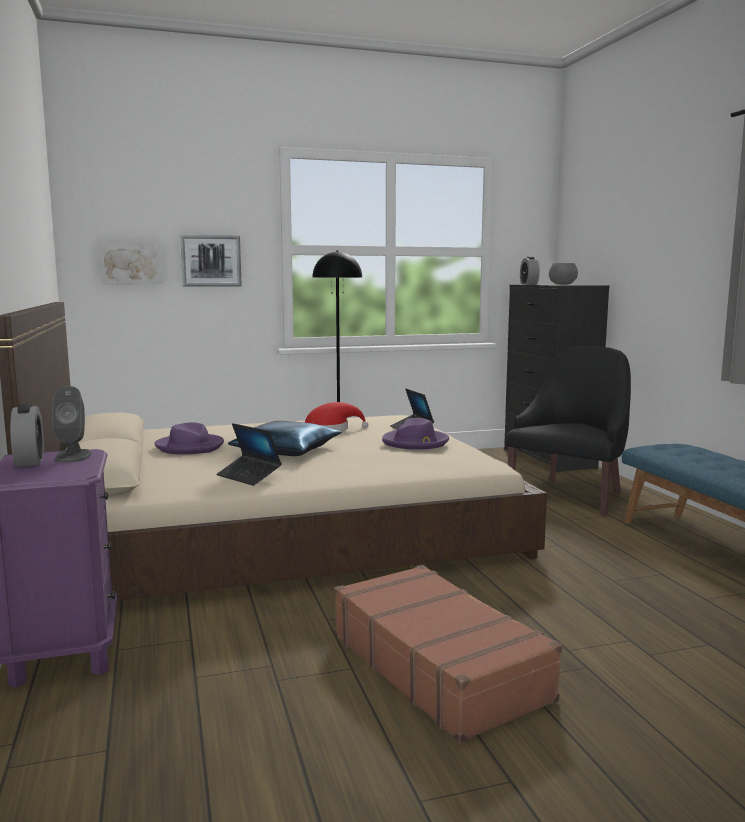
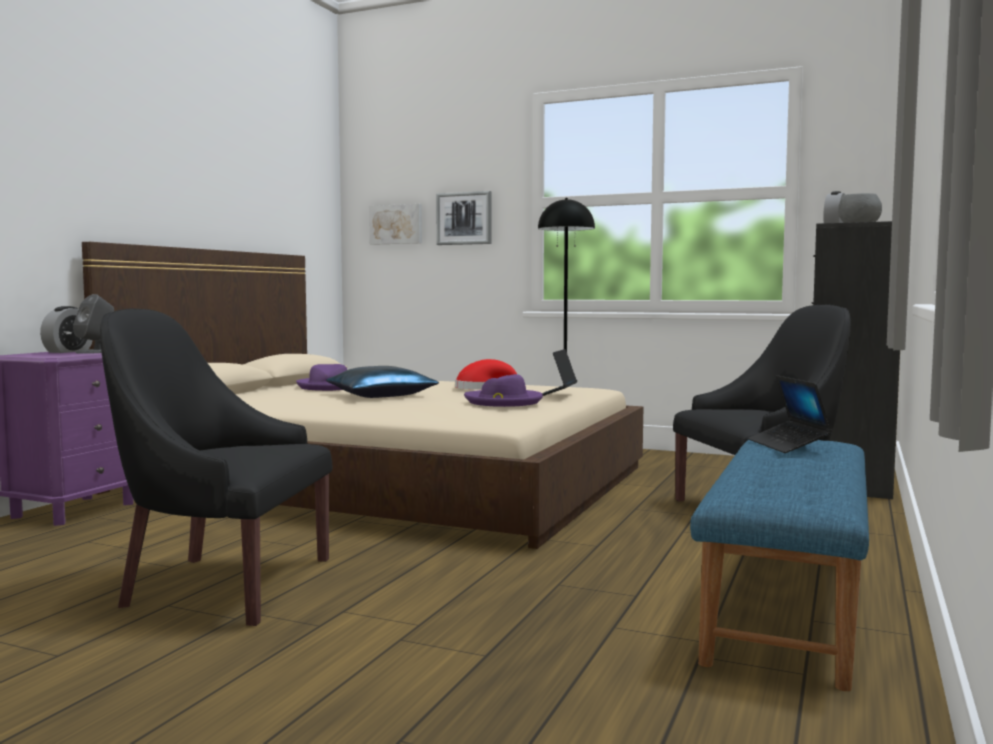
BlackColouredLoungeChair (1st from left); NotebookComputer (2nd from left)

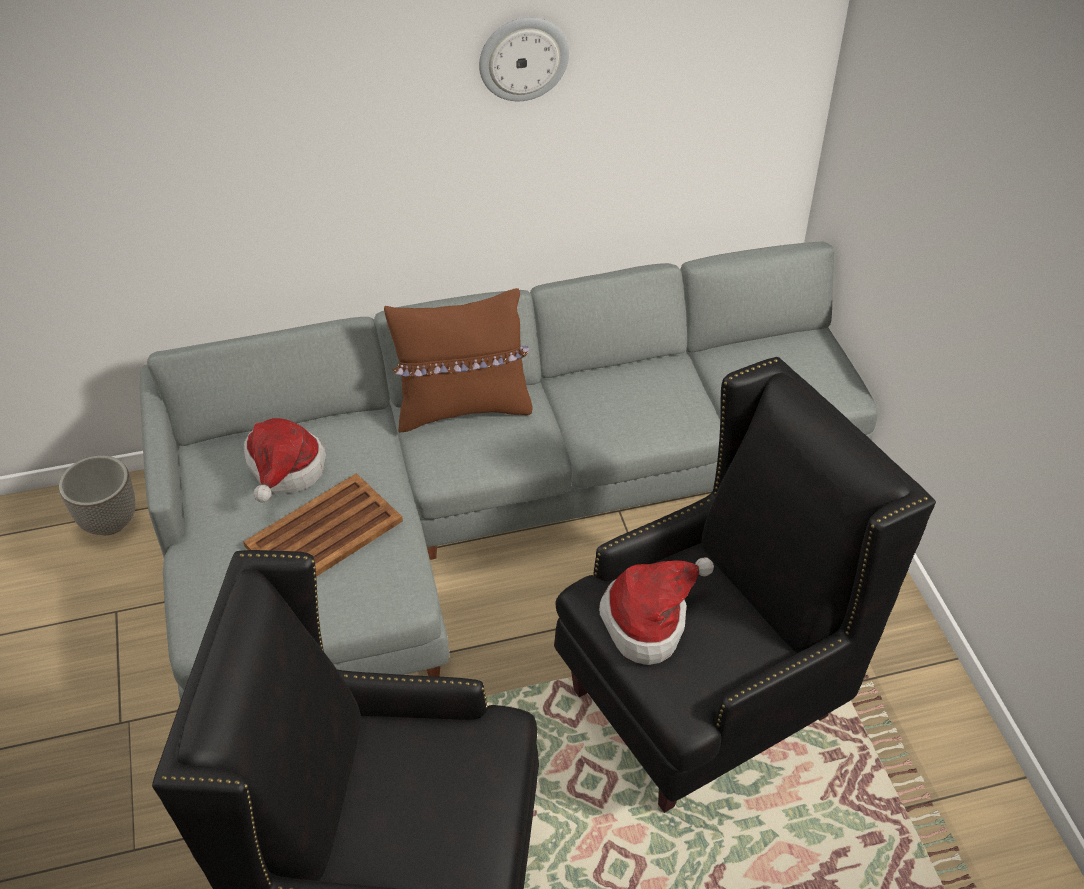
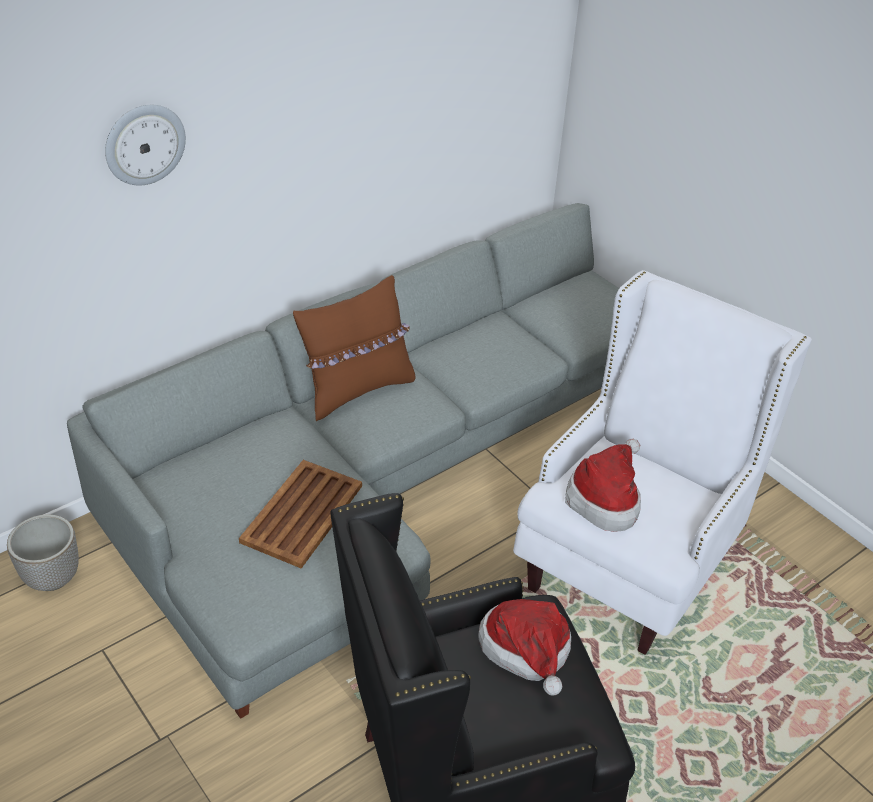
WallClock; Hat (1st from left); WhitishLoungeChair

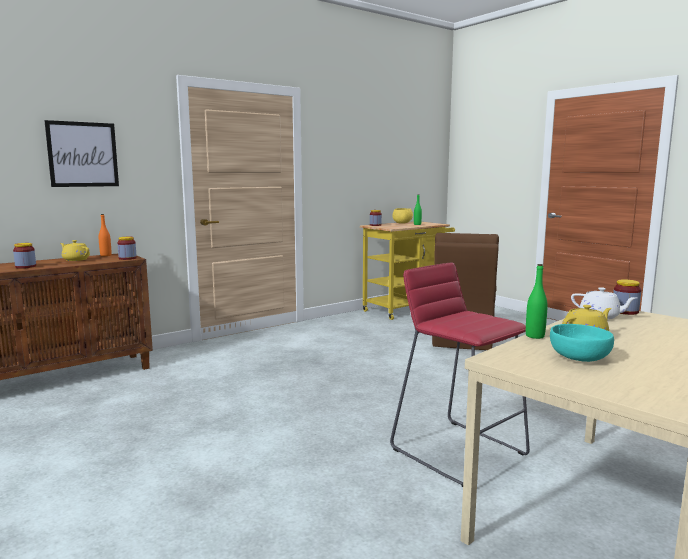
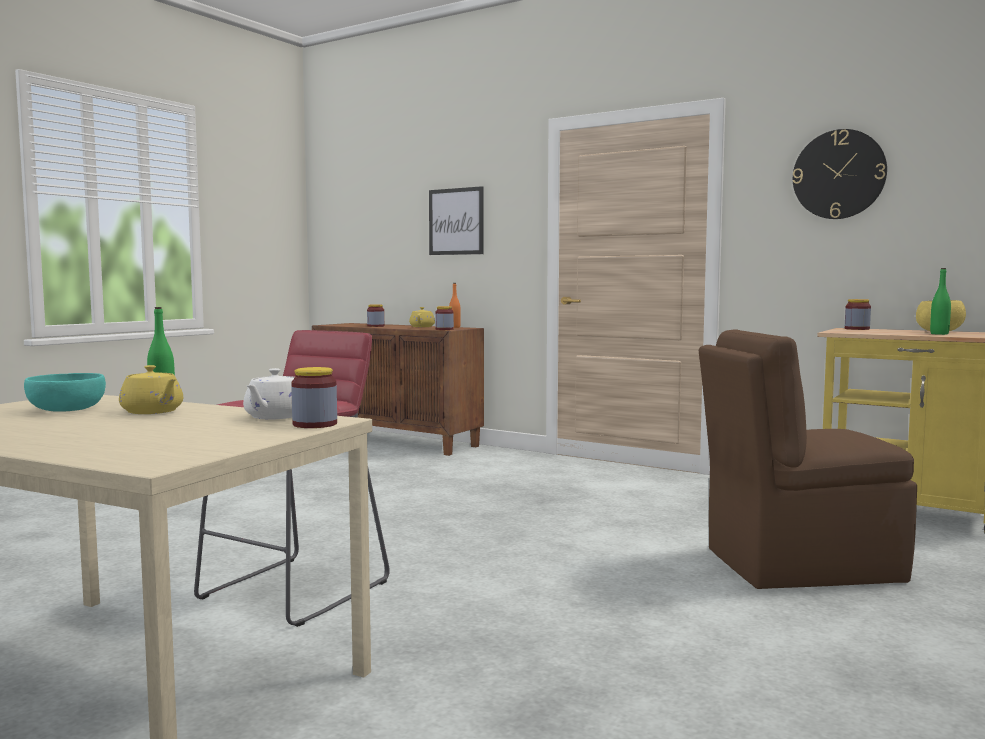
WallClock

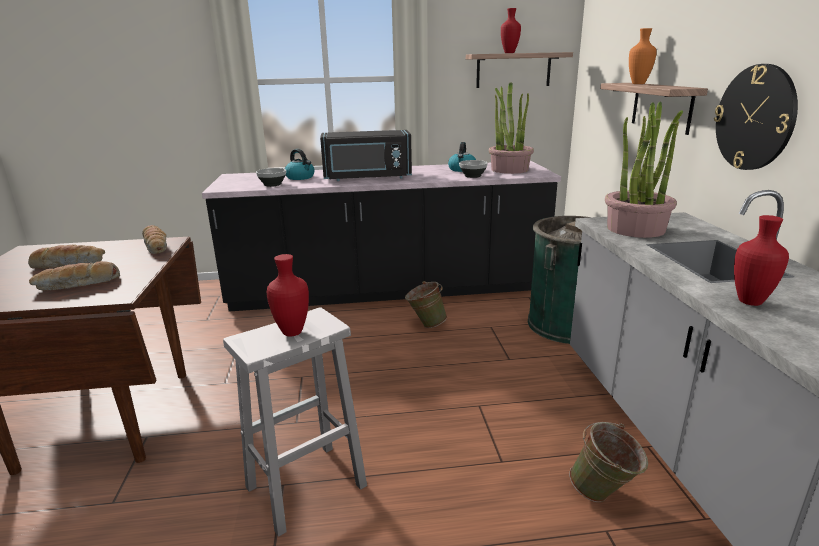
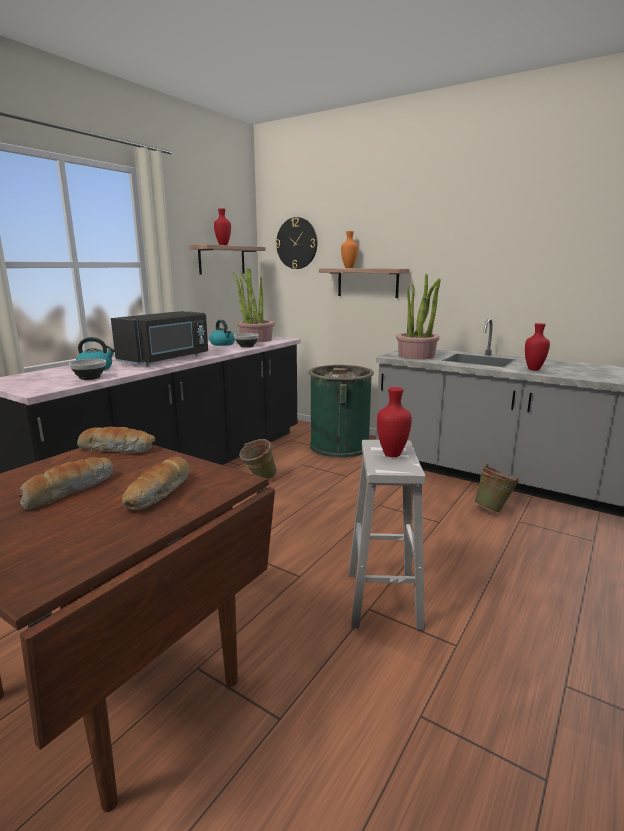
WallClock

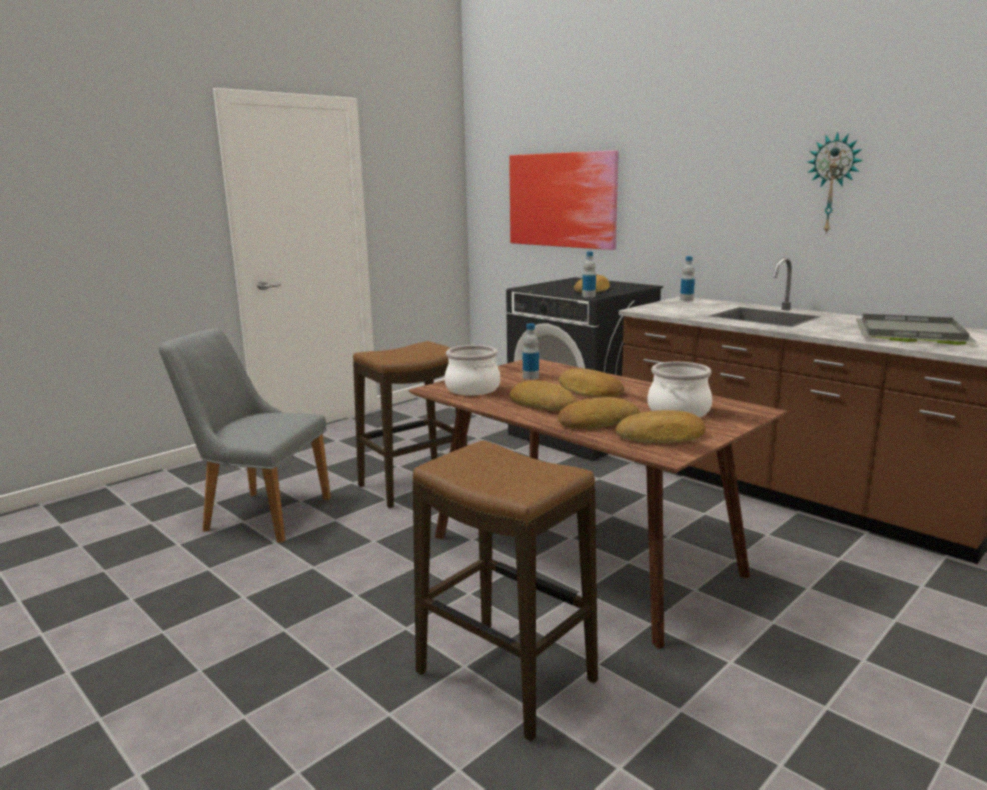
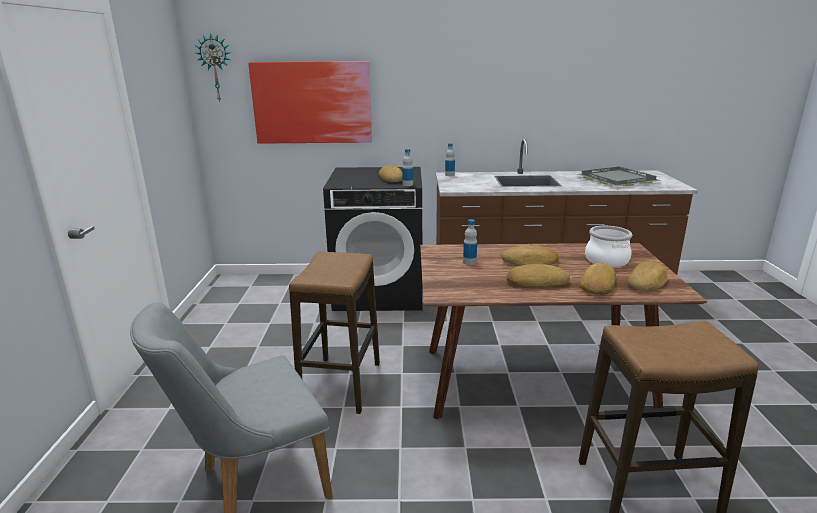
WallClock; CookingPot (1st from left in the first image)

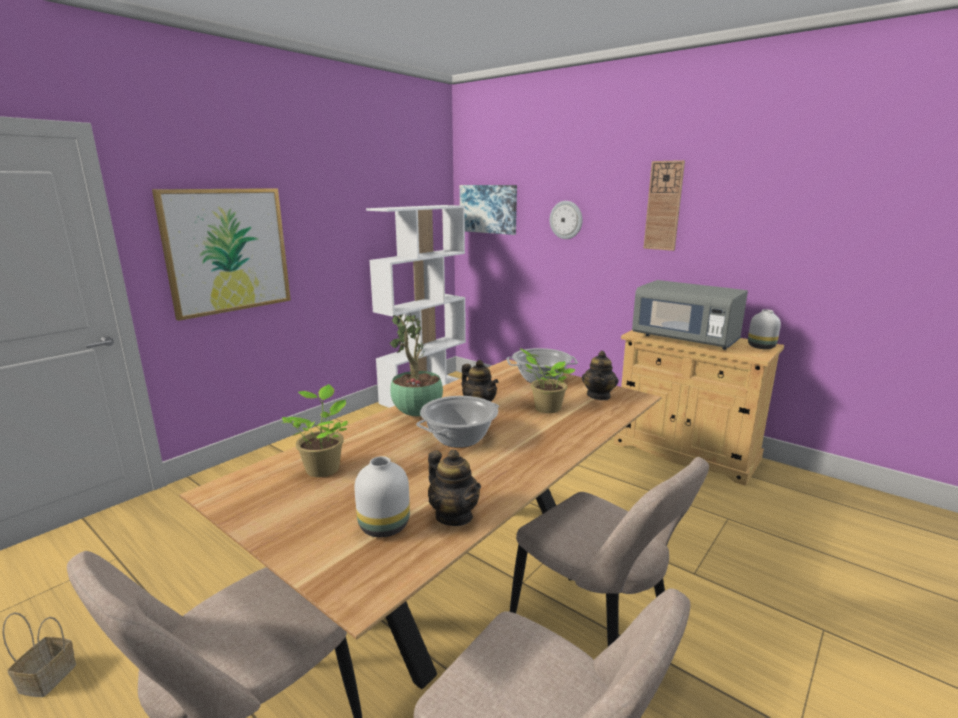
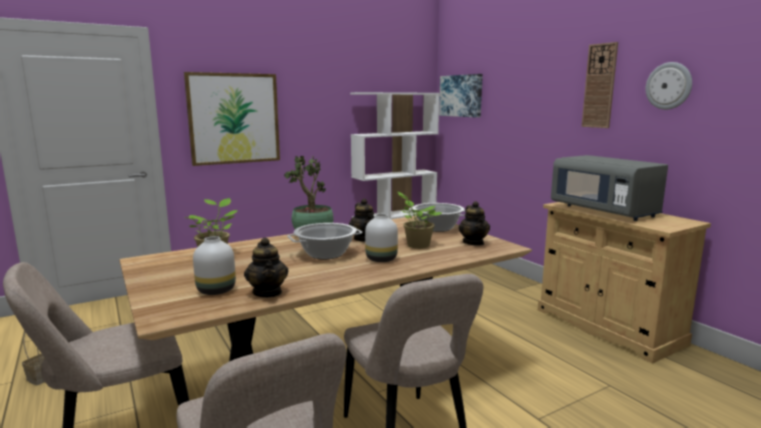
WhitishDecorativeVase (2nd from left); Teapot (3rd from left); WallClock (2nd from left)

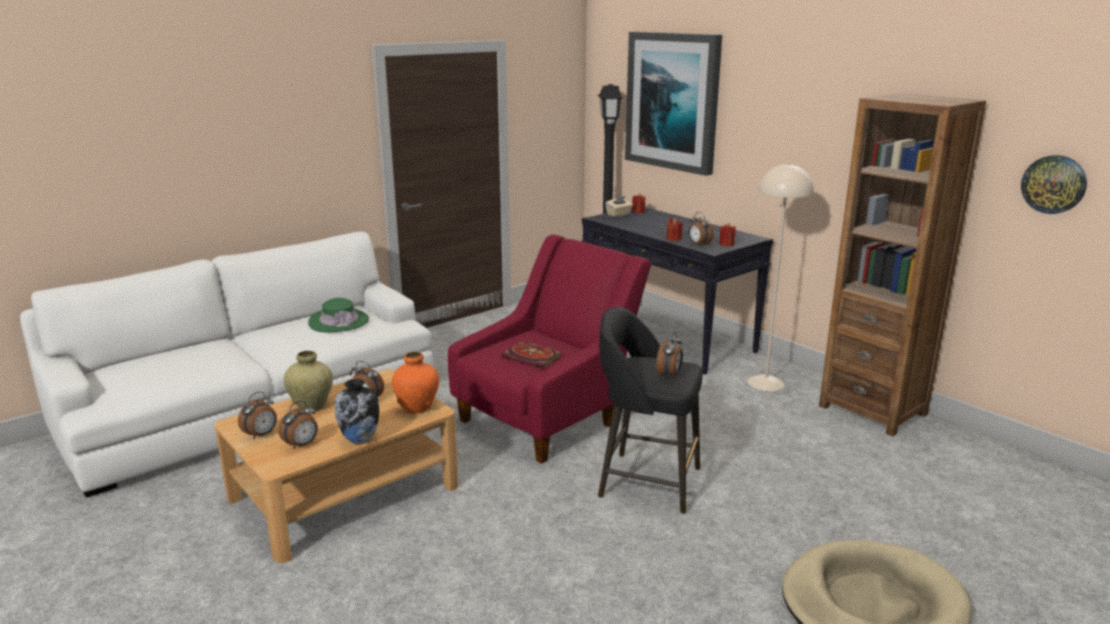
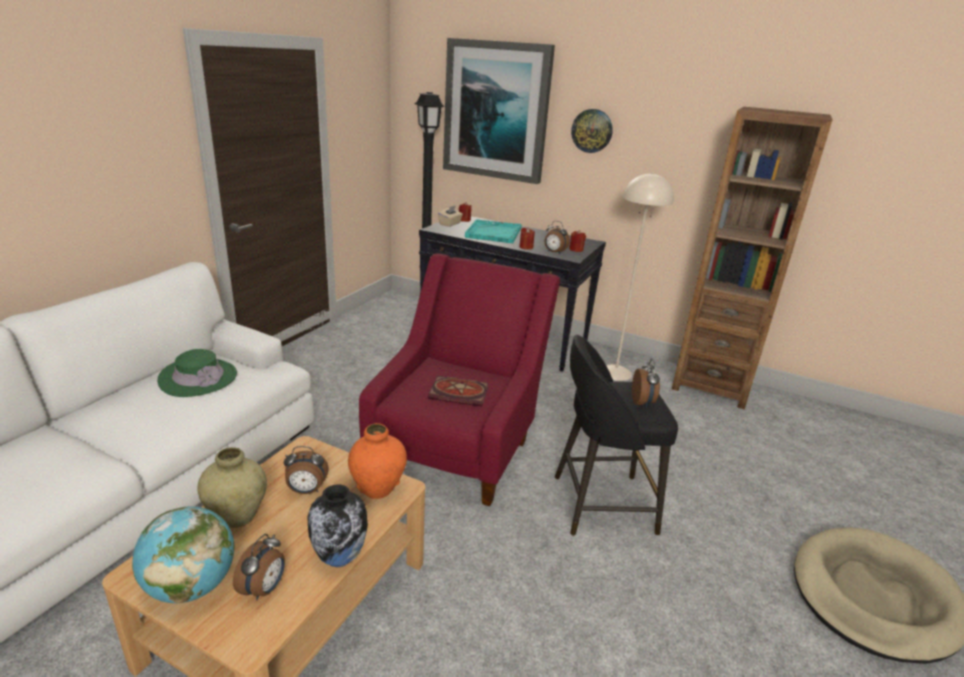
Globe; TurquoiseColouredServingTray; WallClock

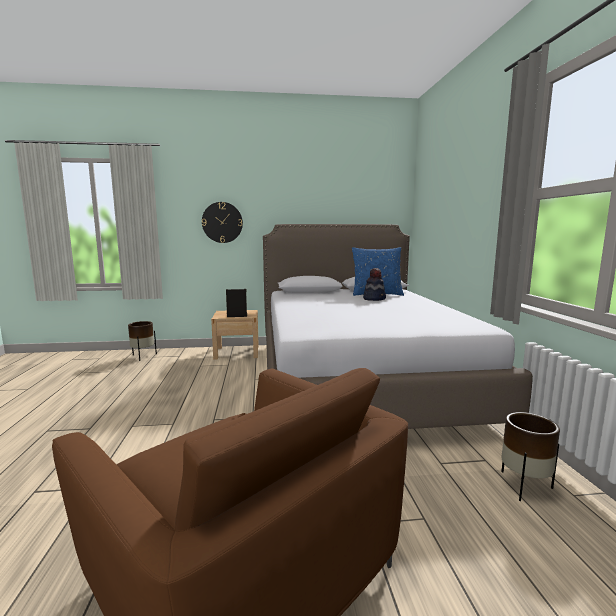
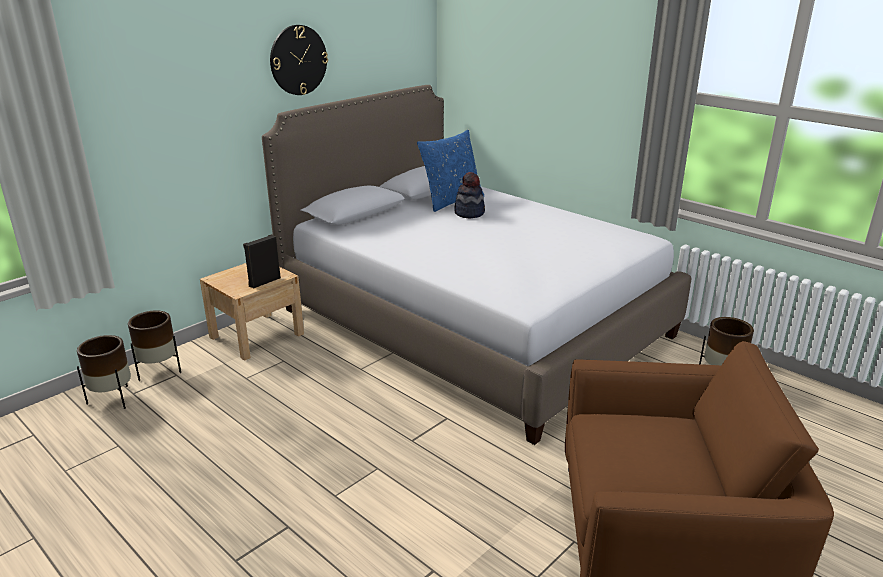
BrownishPlantPot (2nd from left); WallClock

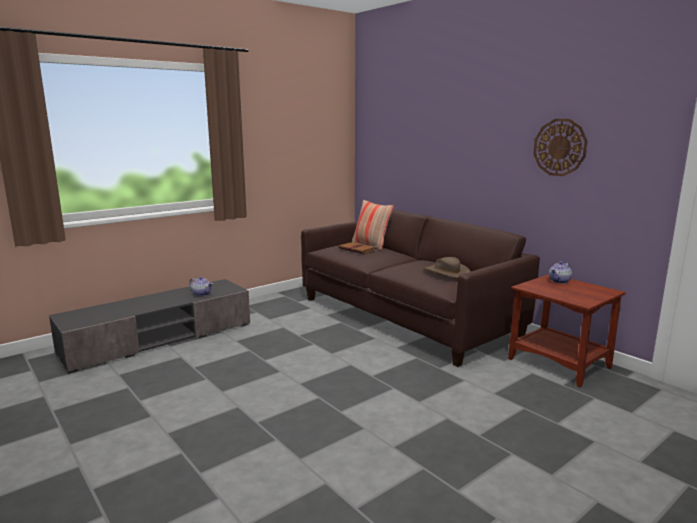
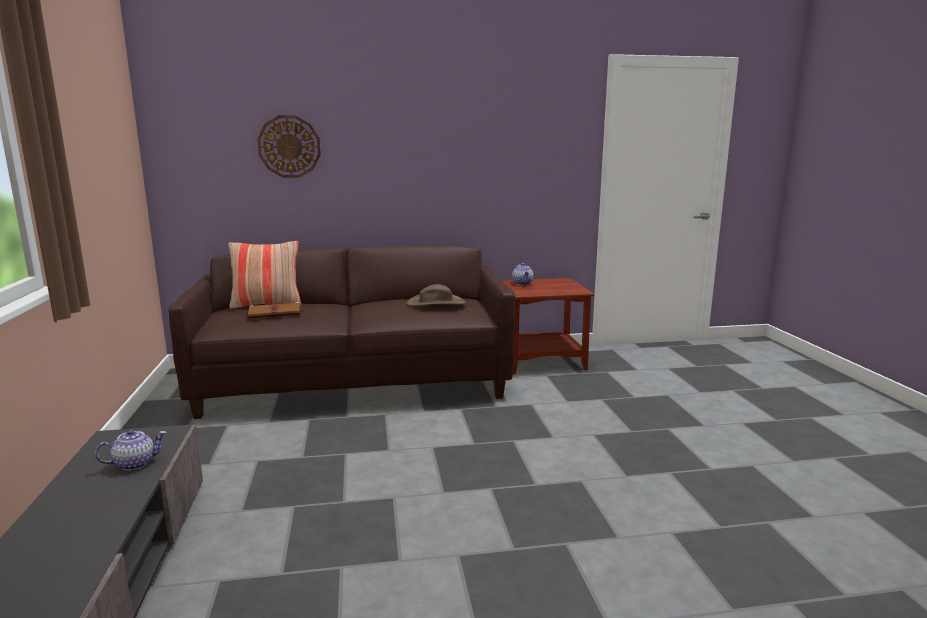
WallClock

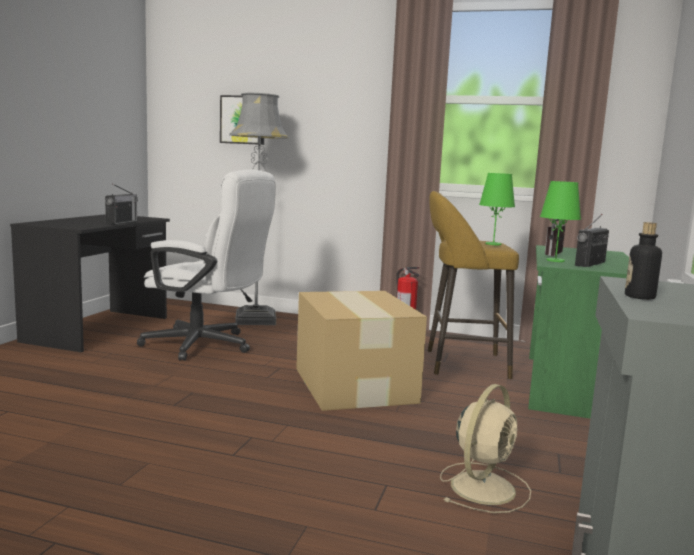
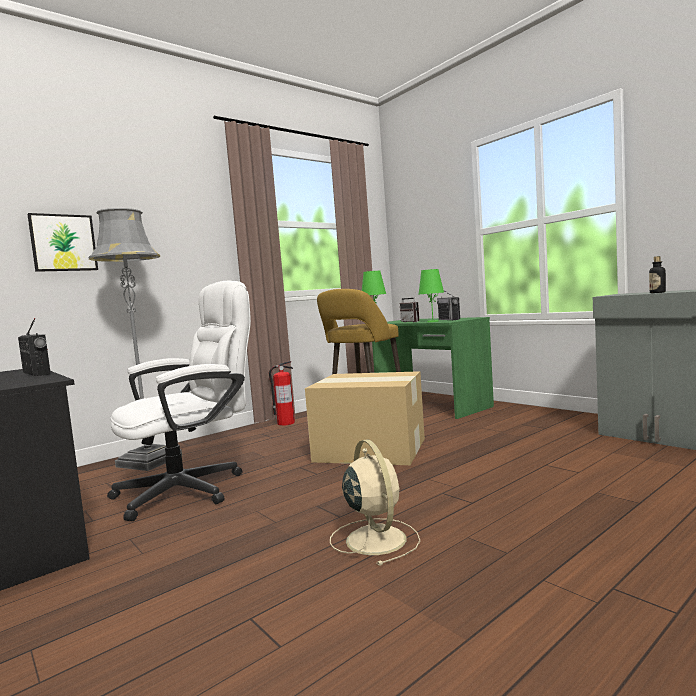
SandColouredCoolingFan

